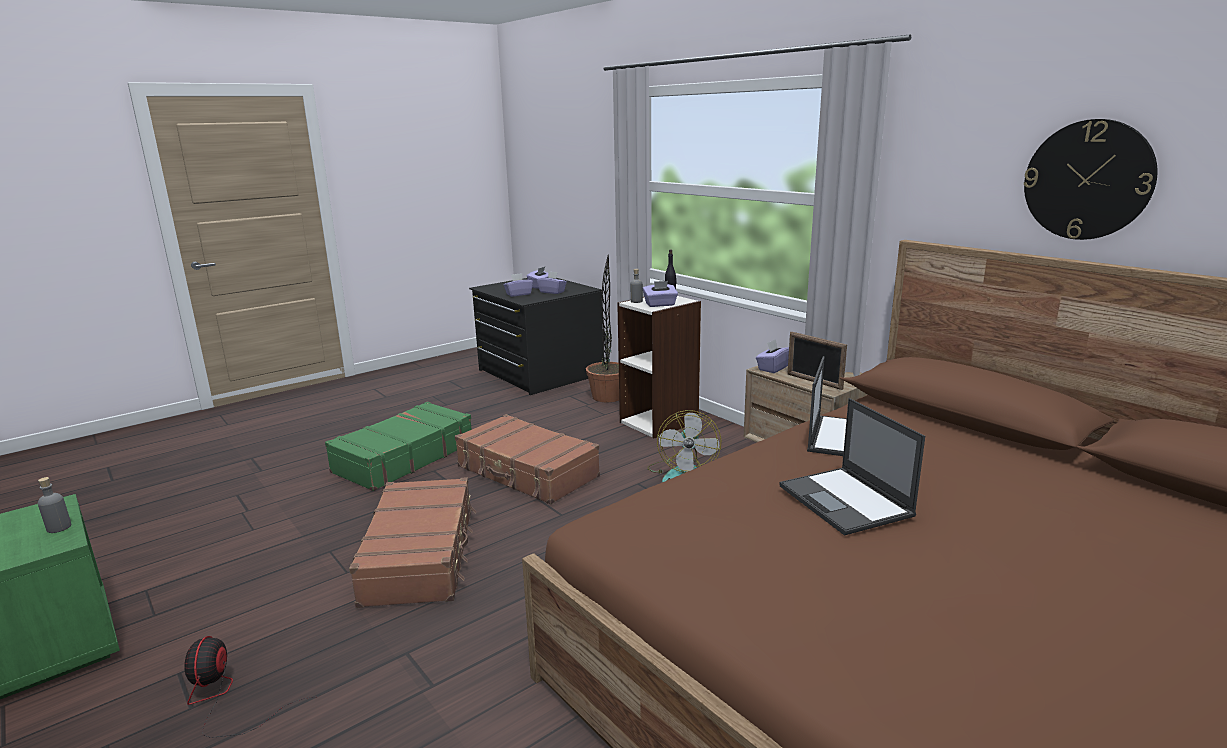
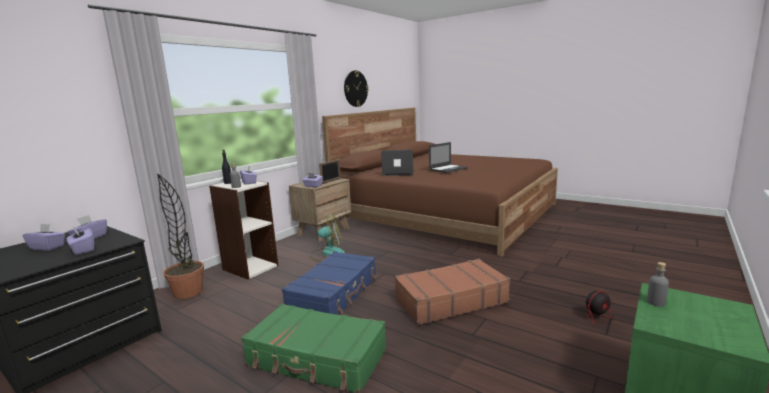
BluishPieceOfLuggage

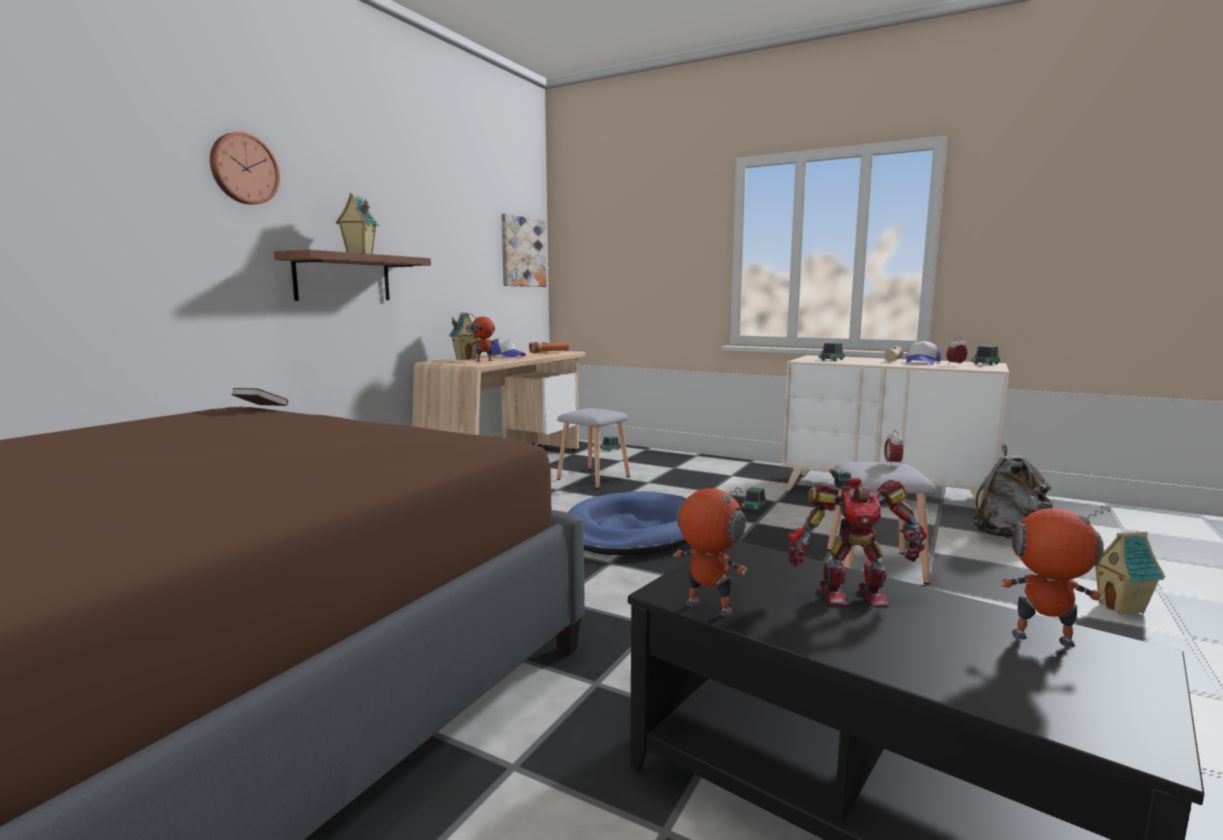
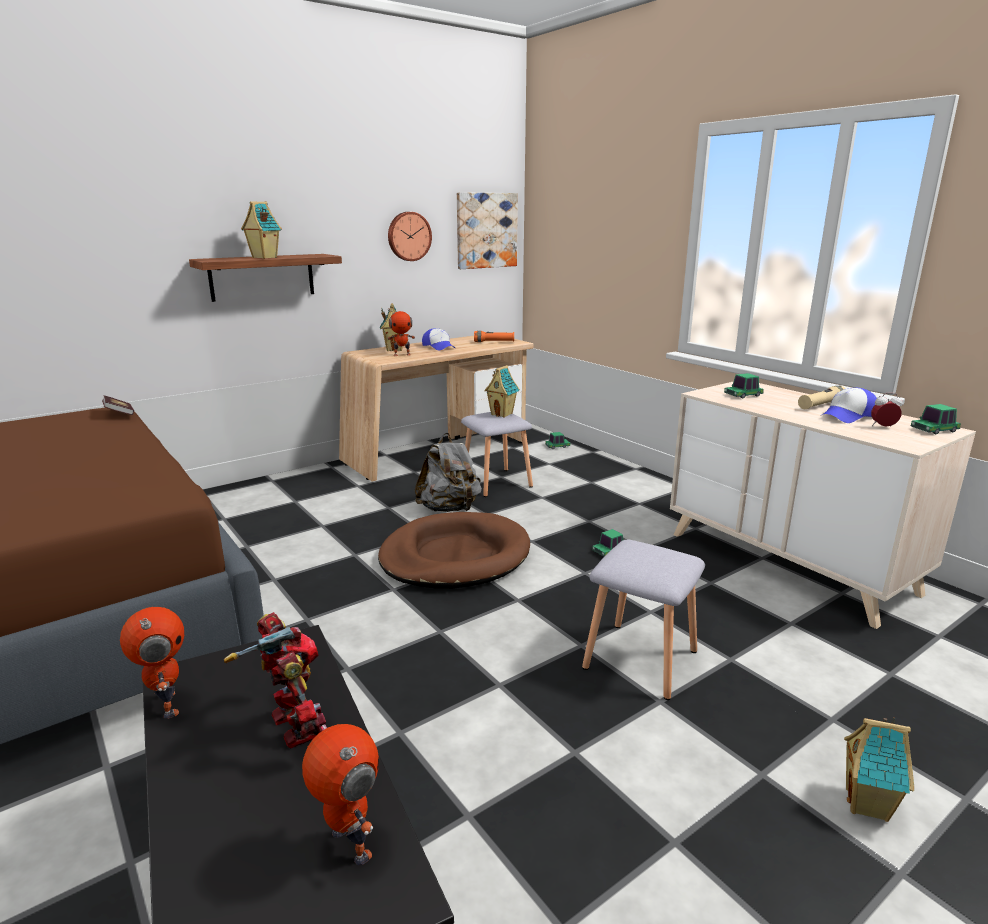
ModelRobot (2nd from left); BrownishDogBed; WallClock; GrayBackpack; ModelHouse (3rd from left); TableClock (1st from left in the first image)

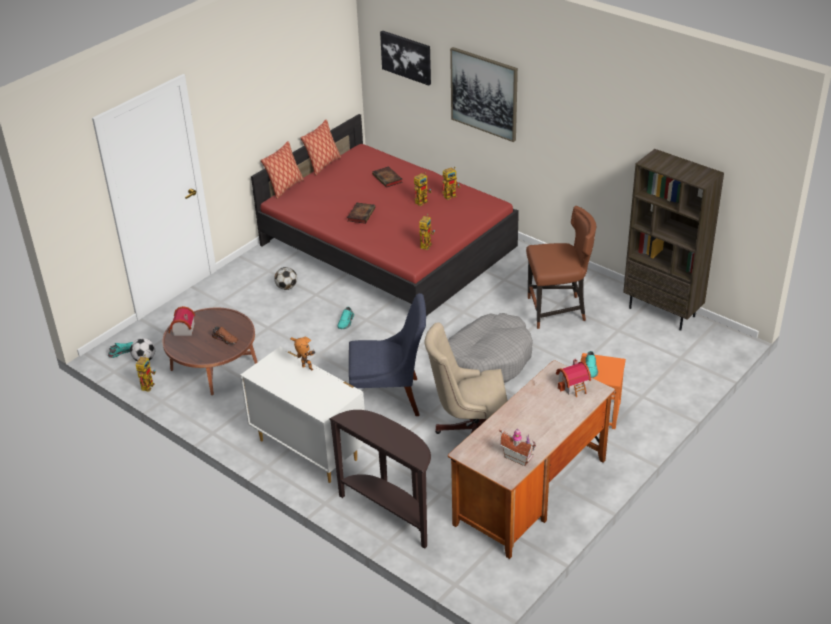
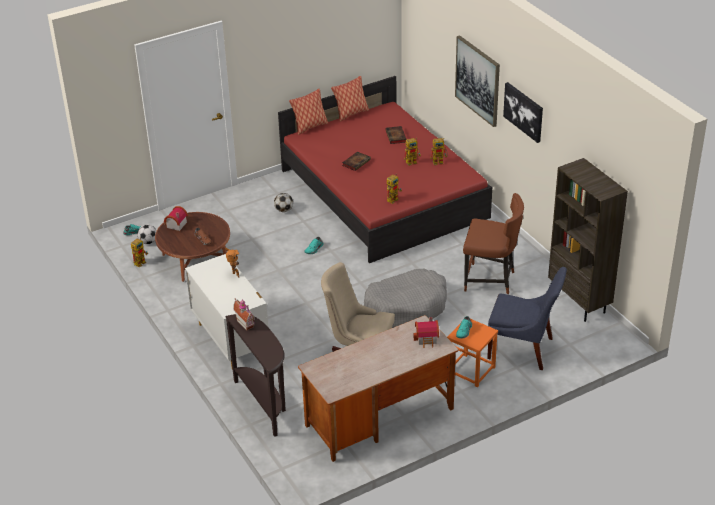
ModelHouse (2nd from left); BluishUprightChair; Picture (2nd from left)

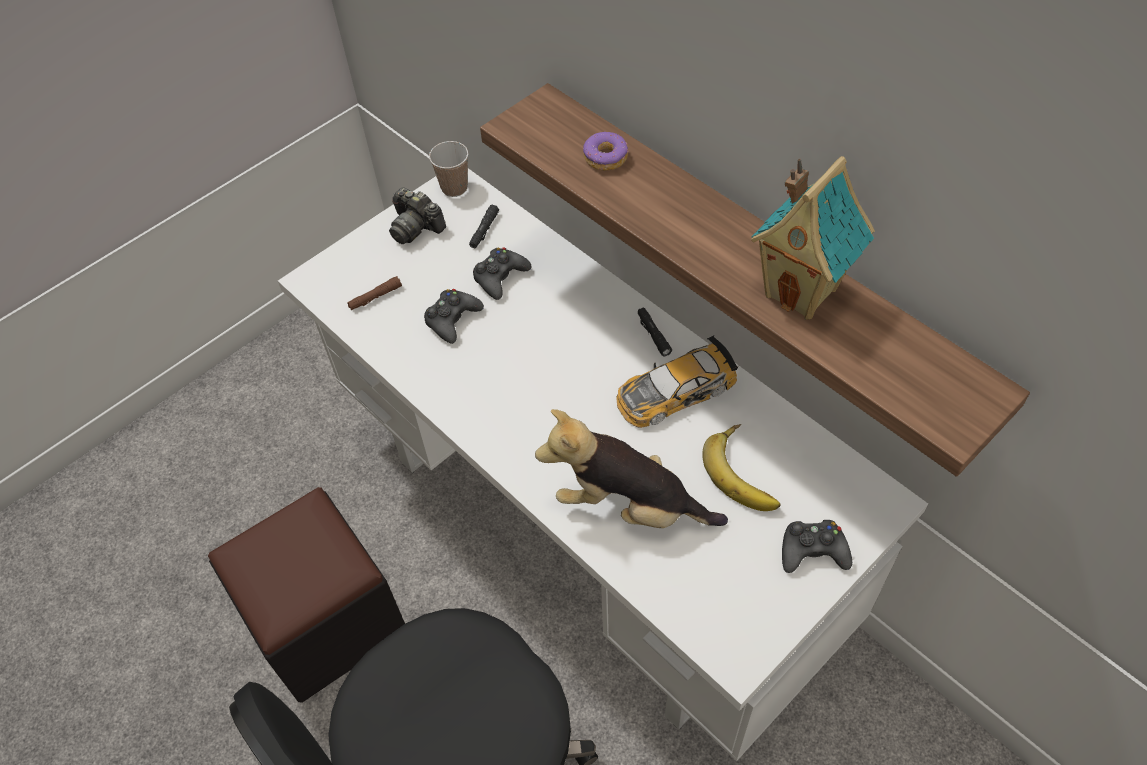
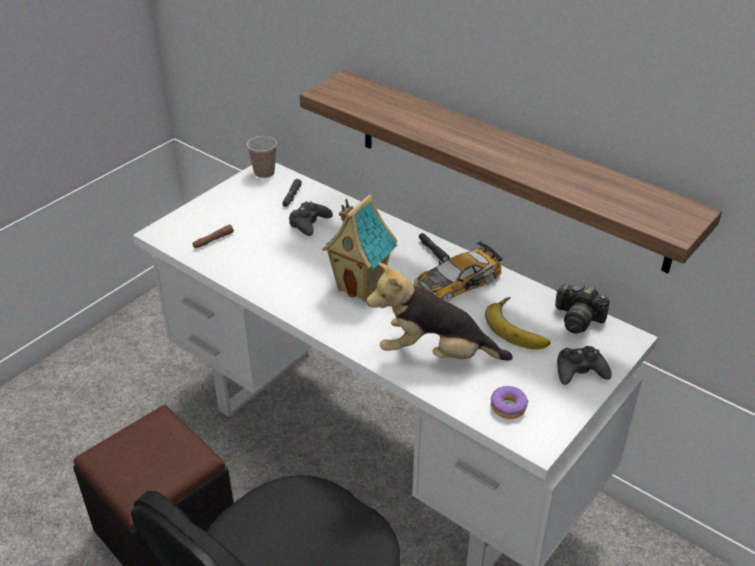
ModelHouse; Donut; PhotoCamera; BlackColouredGameController (1st from left in the first image)

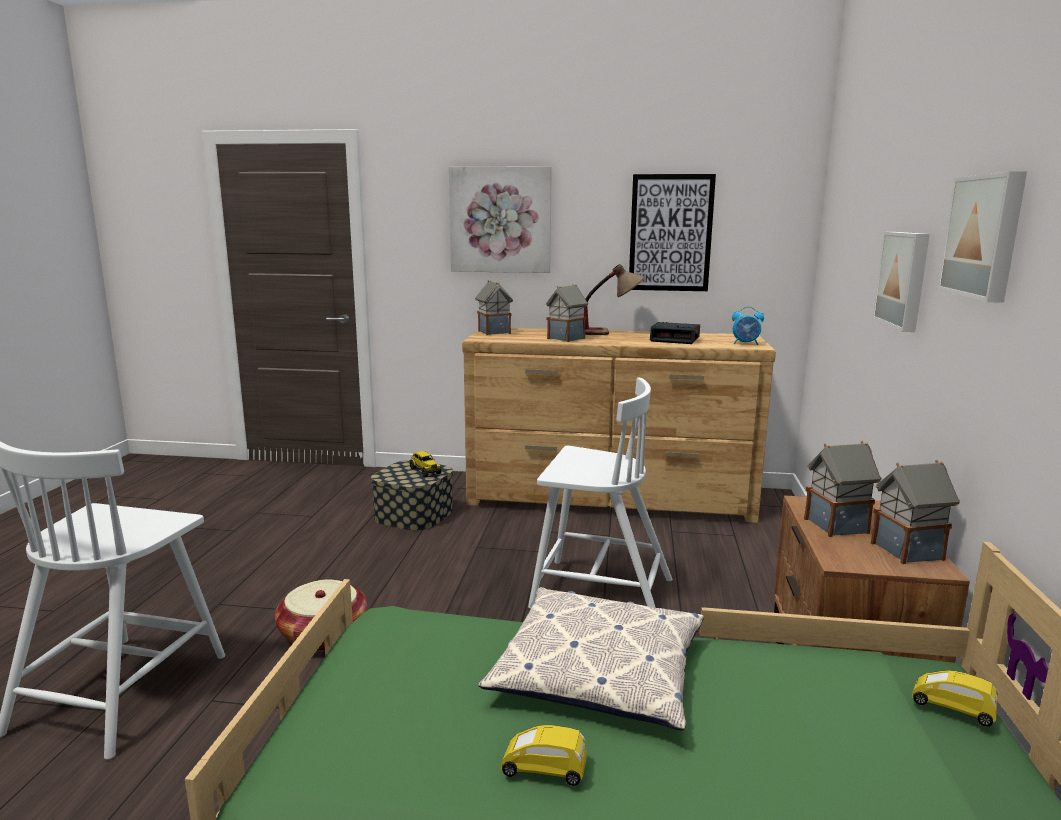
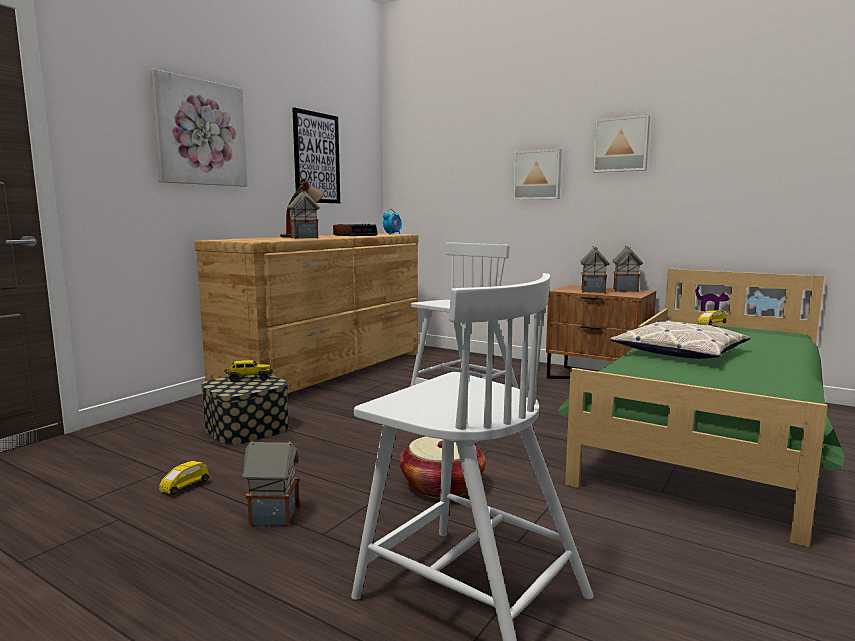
YellowMiniatureCar (1st from left); ModelHouse (1st from left)

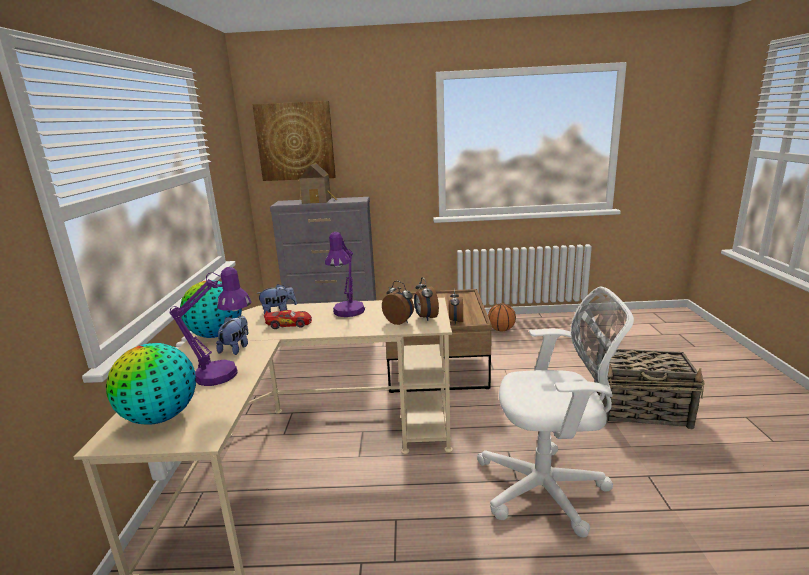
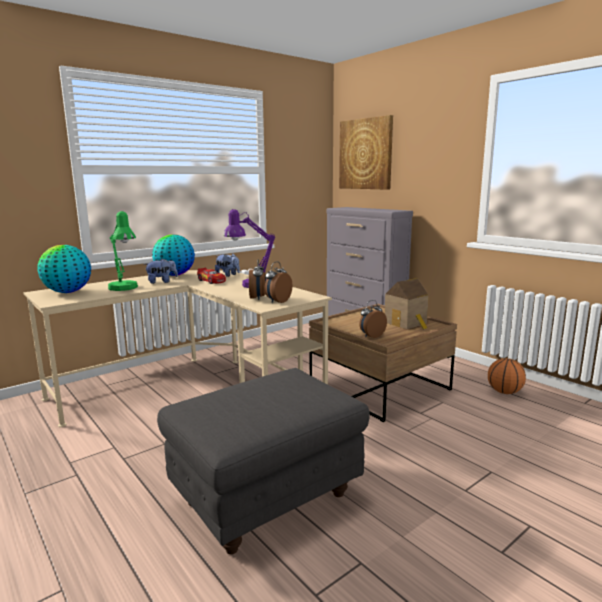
GreenColouredLampForATable; GrayOttoman; ModelHouse; HouseholdBasket

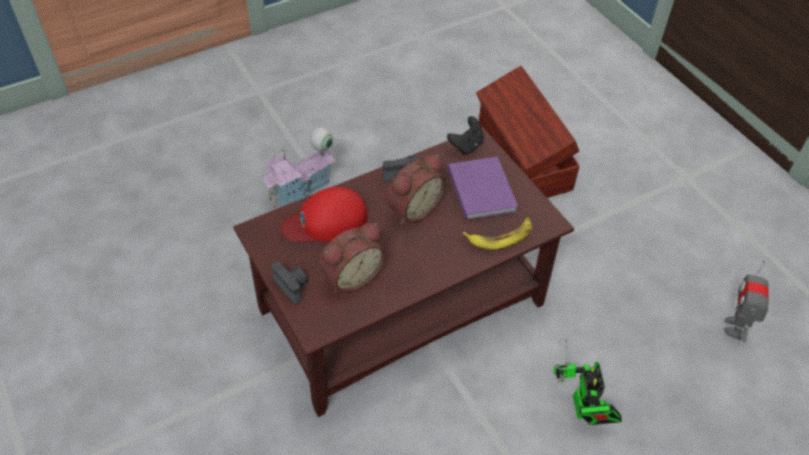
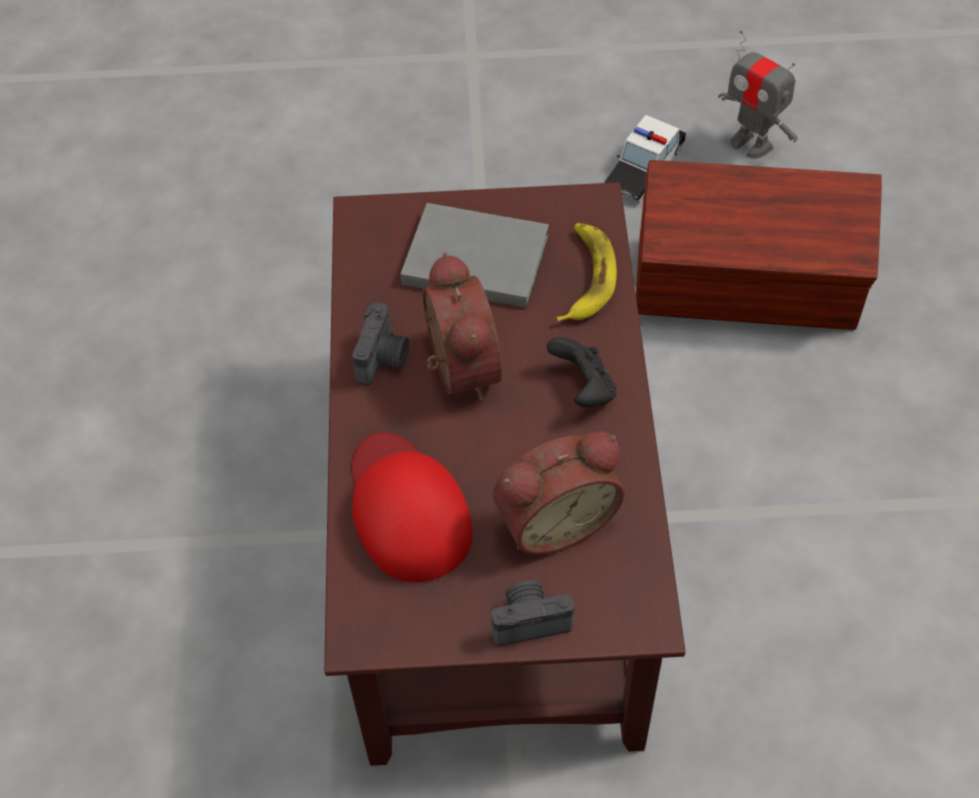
RedColouredBaseballCap; GrayBook; TableClock (2nd from left); BlackColouredGameController; MiniatureCar; BrownishStorageBox; ModelHouse; ModelRobot (1st from left in the first image)

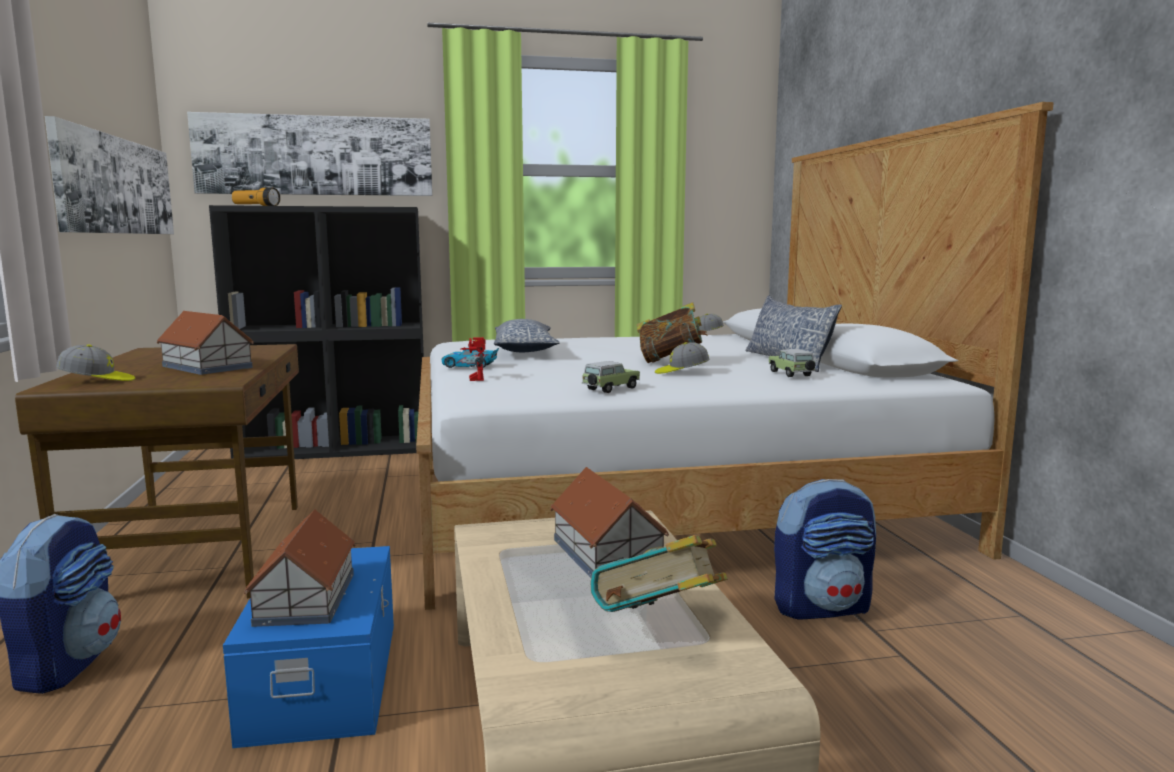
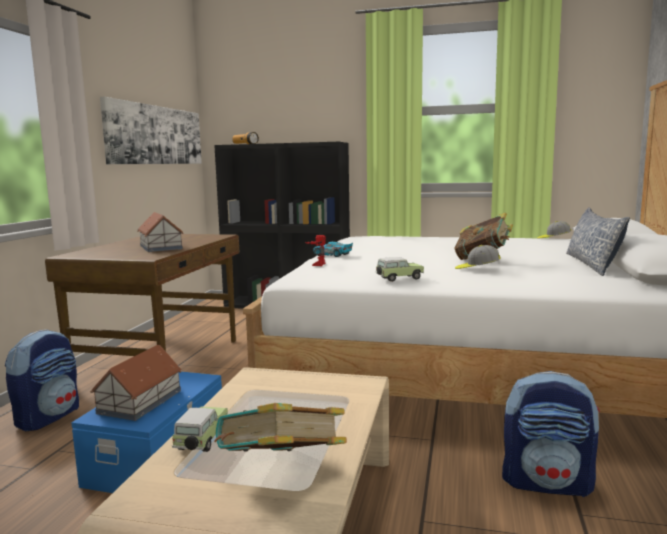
MiniatureCar (1st from left); BaseballCap (1st from left in the first image); Picture (2nd from left in the first image); Cushion (1st from left in the first image); ModelHouse (3rd from left in the first image)

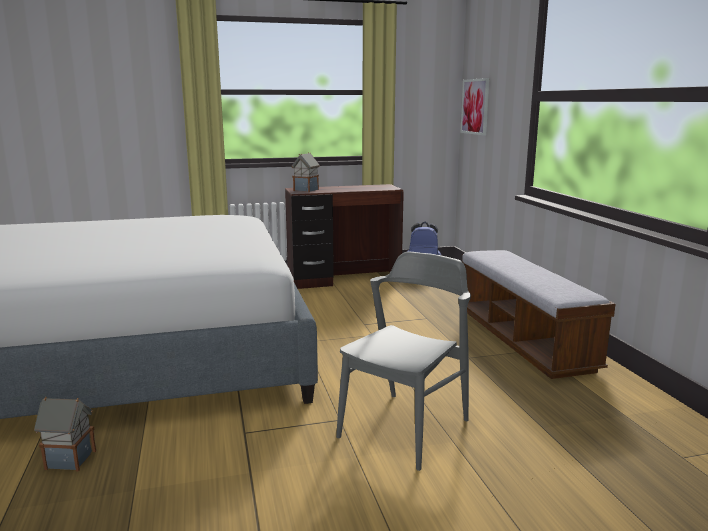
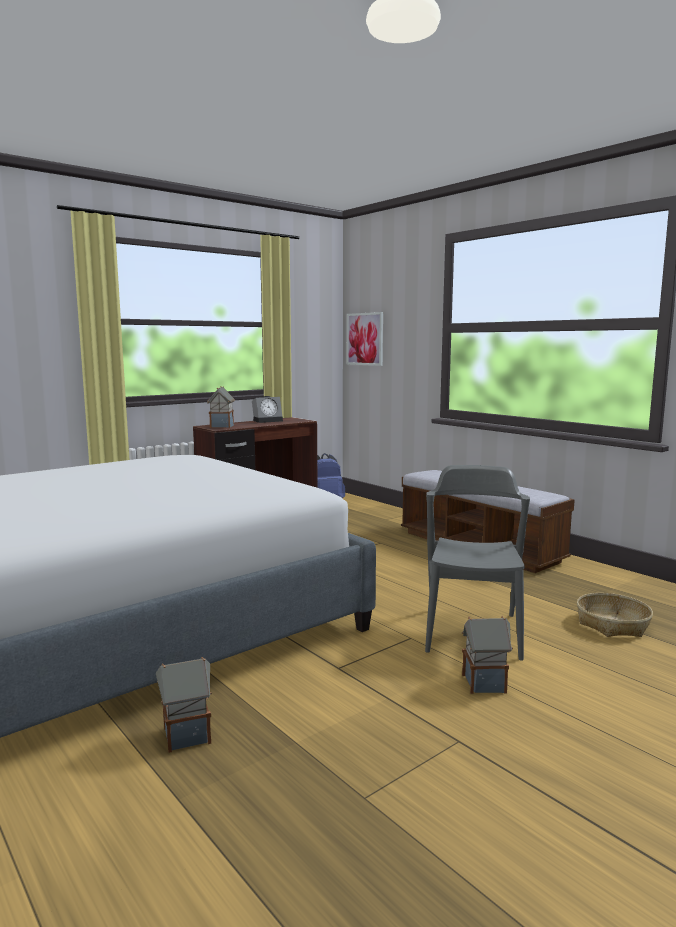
TableClock; ModelHouse (3rd from left); HouseholdBasket

